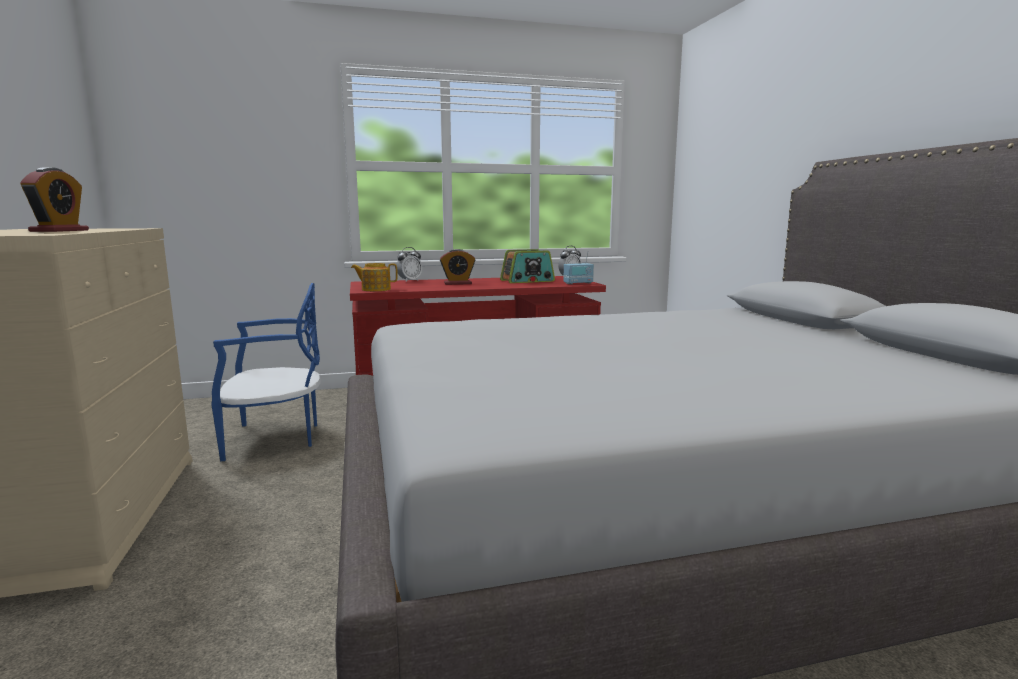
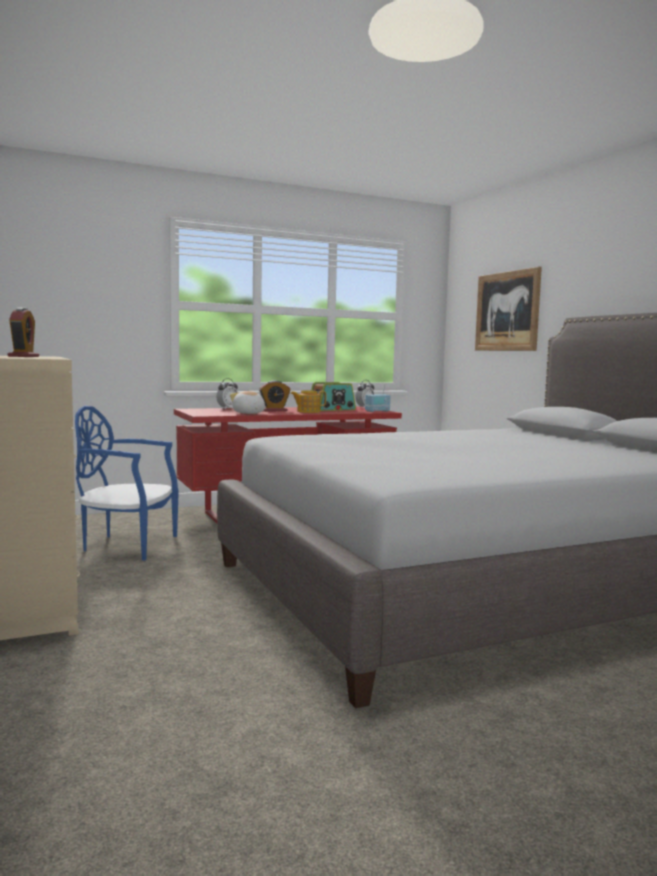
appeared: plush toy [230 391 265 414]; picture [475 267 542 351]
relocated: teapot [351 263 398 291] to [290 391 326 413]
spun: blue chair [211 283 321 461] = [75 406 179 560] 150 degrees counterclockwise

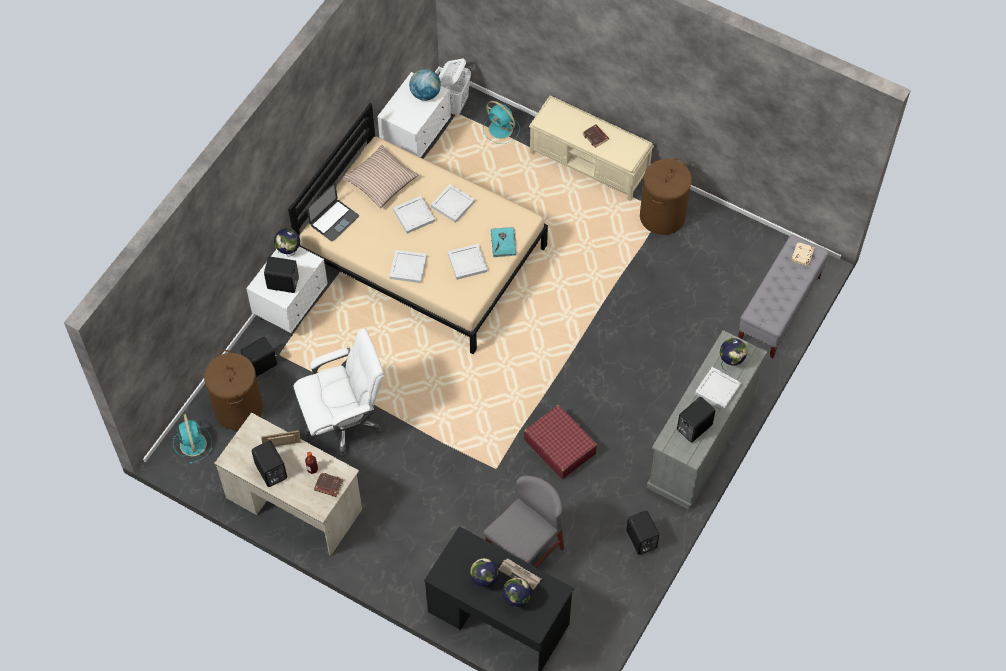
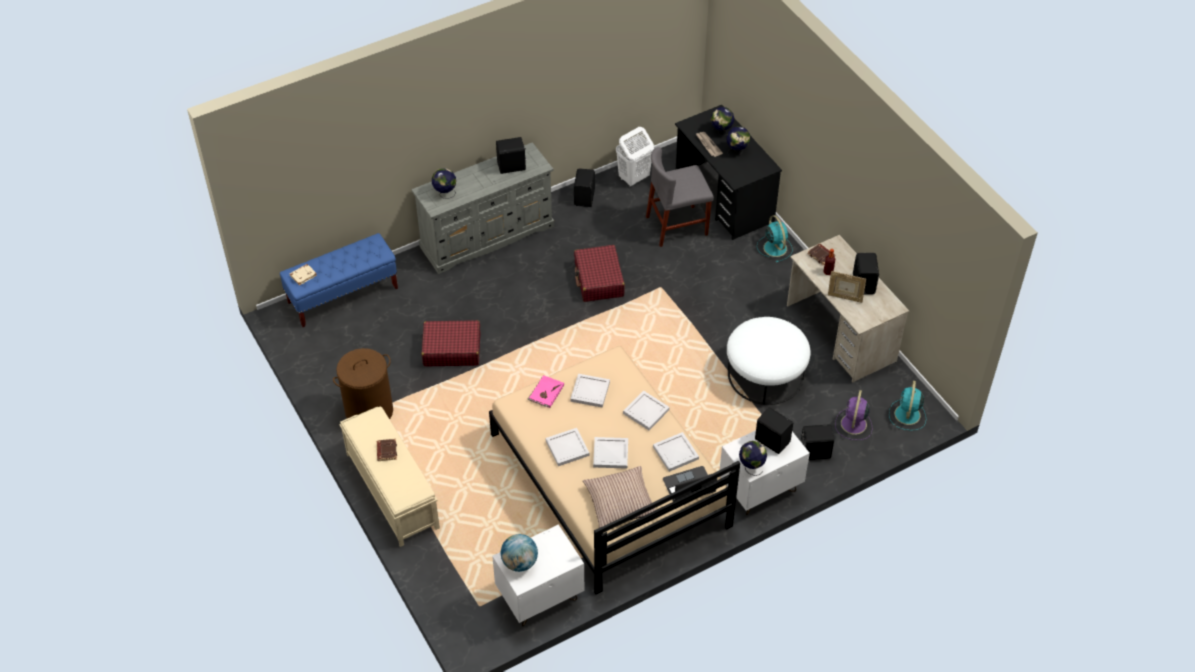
appeared: red suitcase [422 320 480 366]
relocated: white laundry basket [439 59 471 115] to [616 127 654 187]; turquoise fan [483 101 520 144] to [757 215 793 262]; white tray [695 367 741 410] to [653 432 699 472]
exchanged: brown laundry basket [204 350 263 430] to purple fan [835 390 872 440]; white office chair [294 328 384 457] to white ottoman [727 317 811 405]
colour: turquoise book [491 227 516 257] to pink book [528 375 564 408]; grey bench [738 235 829 358] to blue bench [280 233 398 327]

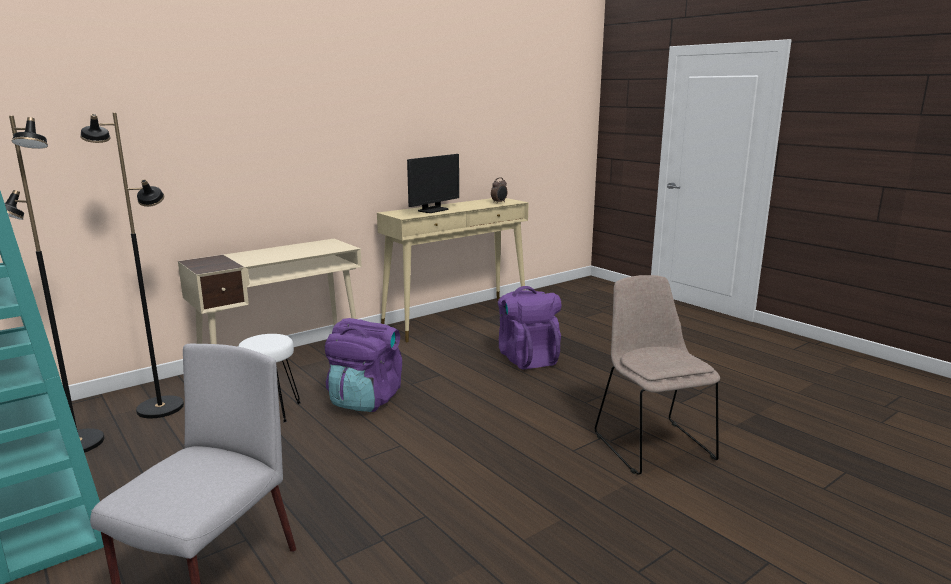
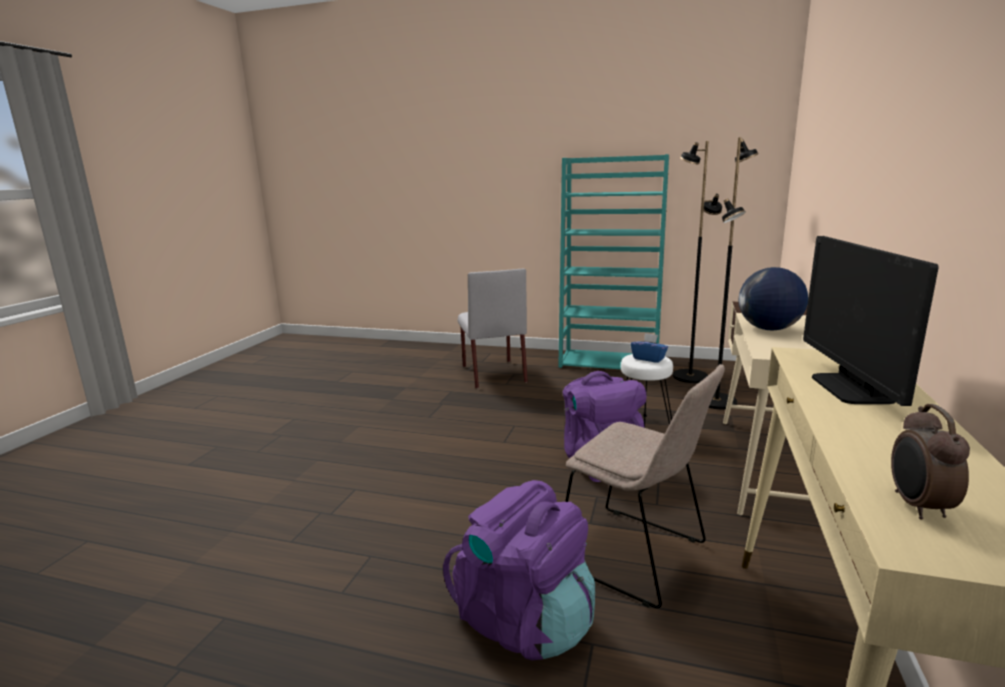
appeared: blue tissue box [631 333 668 363]; globe [739 267 808 330]
relocated: beige chair [595 275 720 475] to [565 364 725 608]

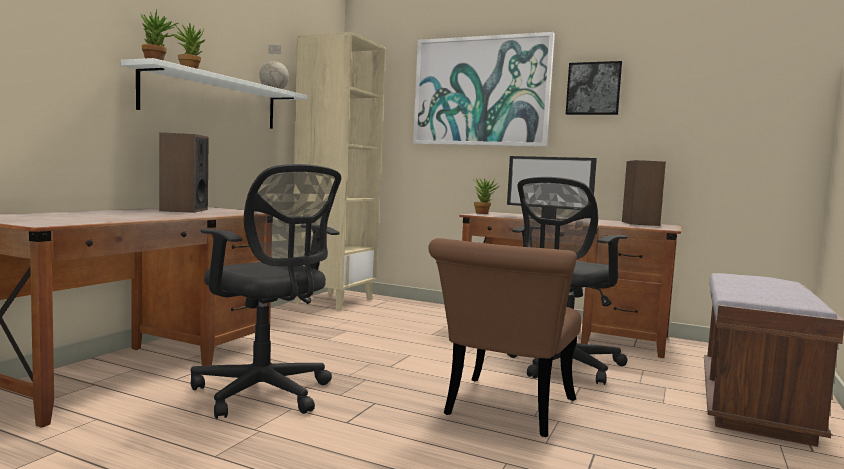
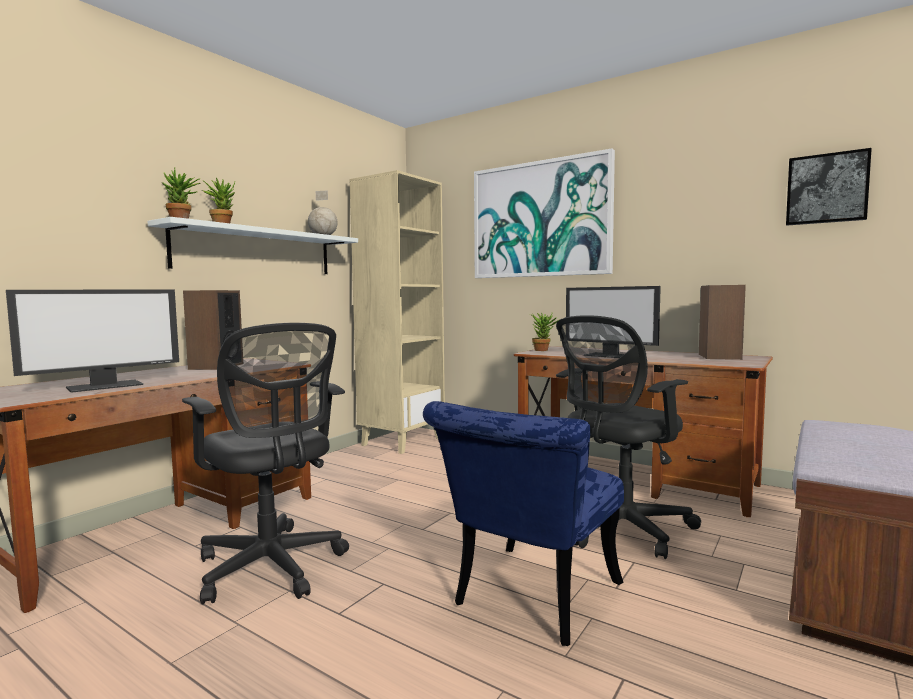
appeared: monitor [6 290 179 393]
relocated: picture [566 61 623 115] to [786 148 872 226]
colour: brown chair [428 238 581 437] to blue chair [423 401 624 646]

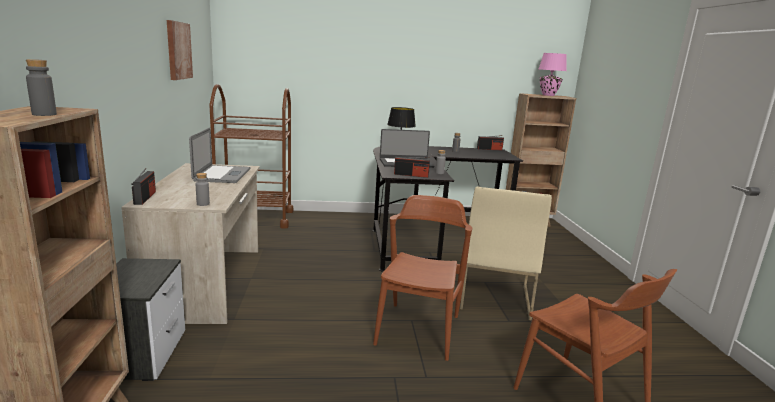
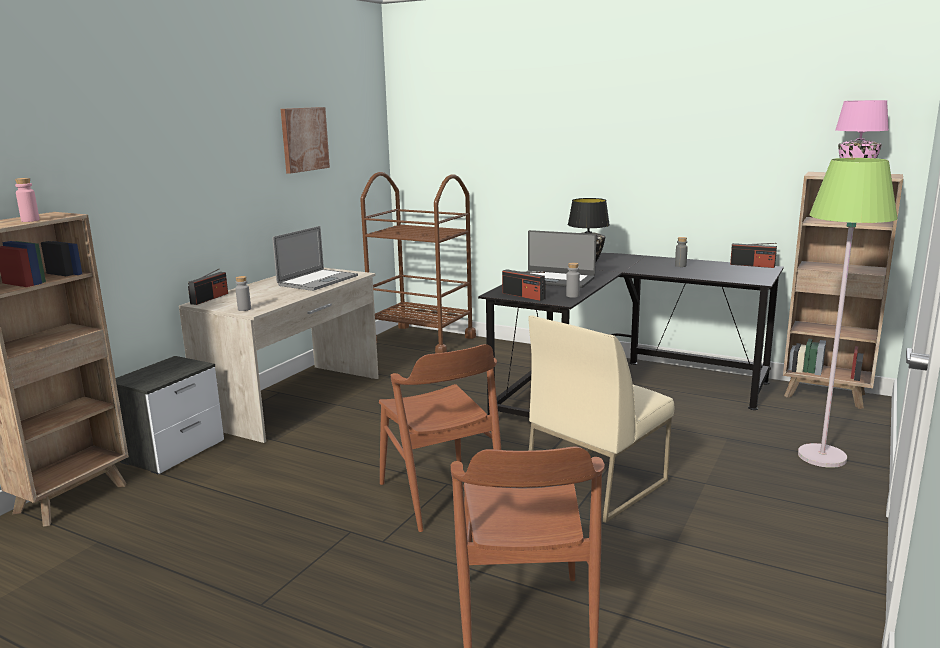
appeared: green floor lamp [798 158 898 468]
colour: grey bottle [26 59 57 116] to pink bottle [15 178 40 222]
spun: brown chair [373 195 472 361] = [379 344 501 532] 105 degrees clockwise

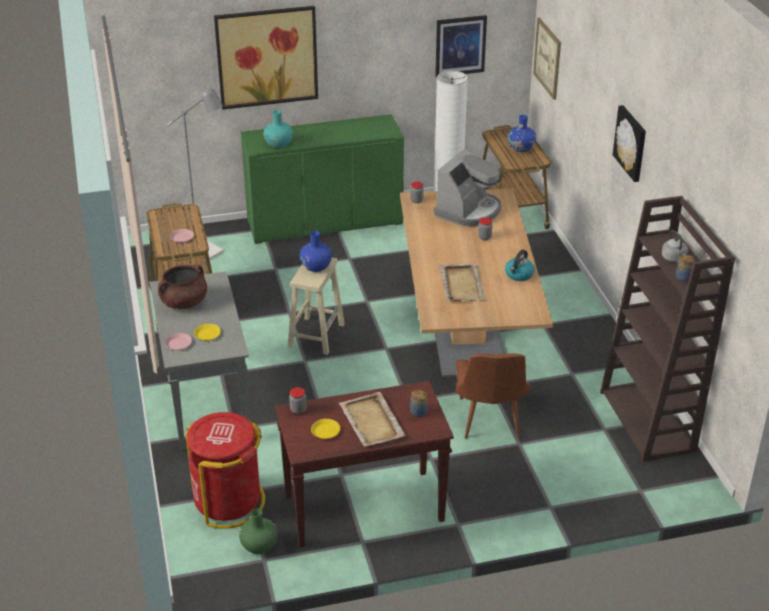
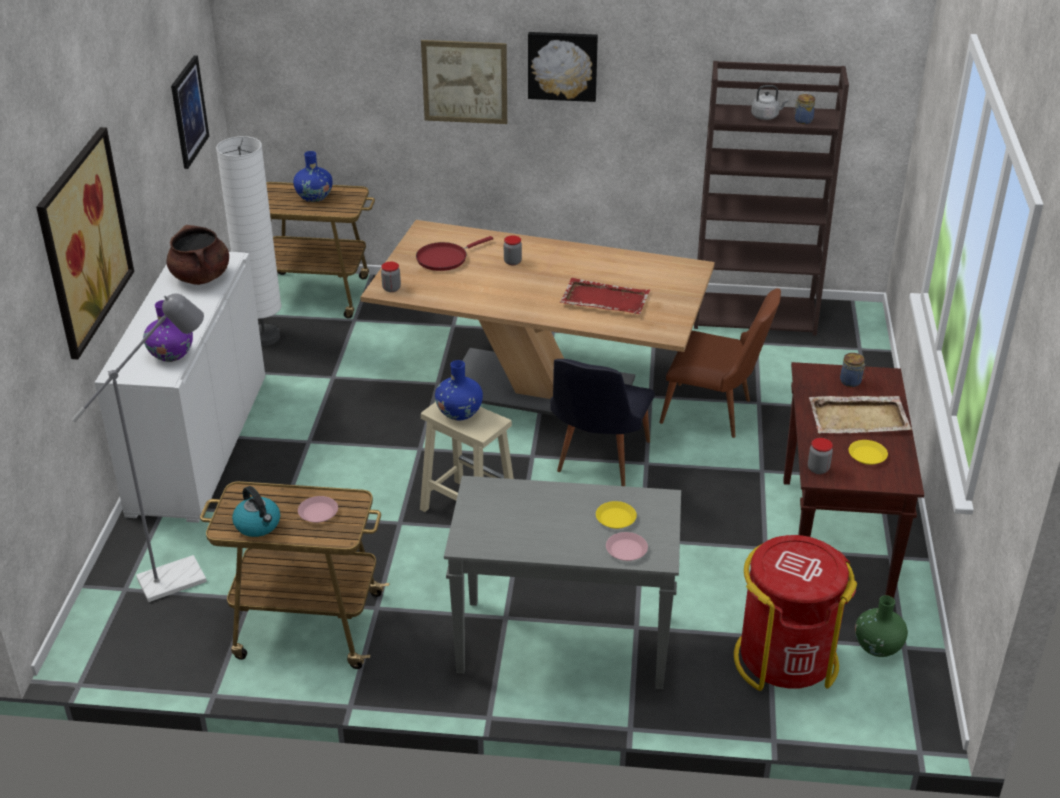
appeared: black chair [550 359 655 486]
relocated: brown cooking pot [158 264 207 309] to [167 225 229 285]; kettle [505 250 535 281] to [232 486 280 537]; picture [533 18 561 100] to [421 40 507 124]
exchanged: coffee machine [434 149 502 226] to red frying pan [416 236 493 271]
colour: green cabinet [241 114 404 244] to white cabinet [95 252 265 523]; turquoise vase [263 110 293 149] to purple vase [143 300 193 362]; beige tray [439 263 486 301] to red tray [560 278 650 314]

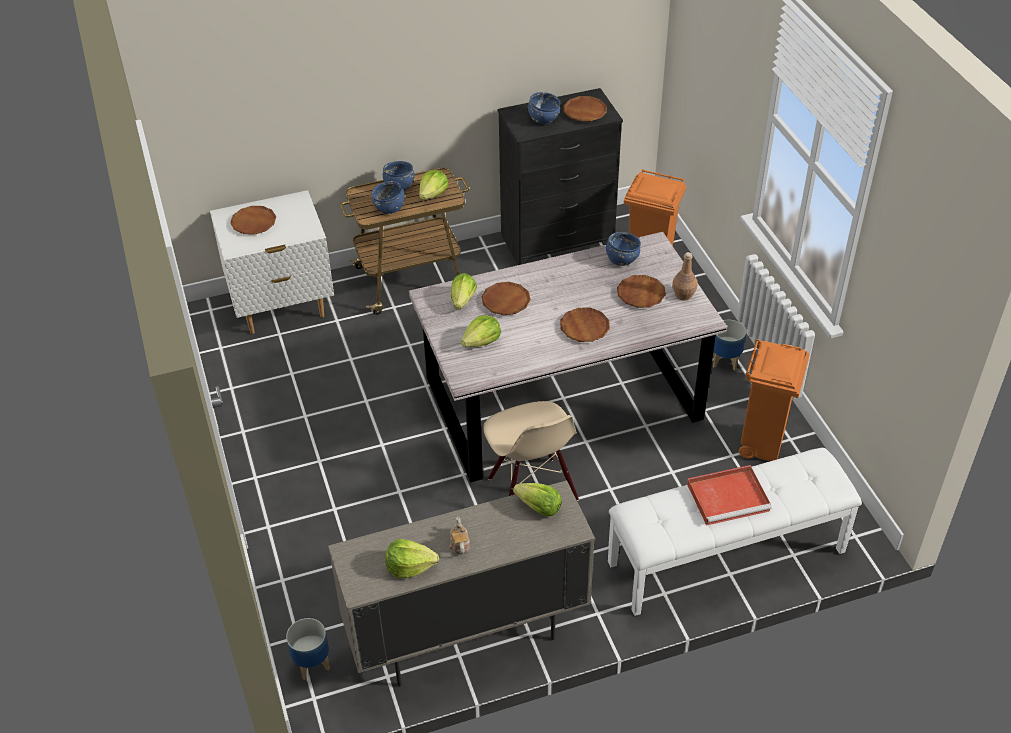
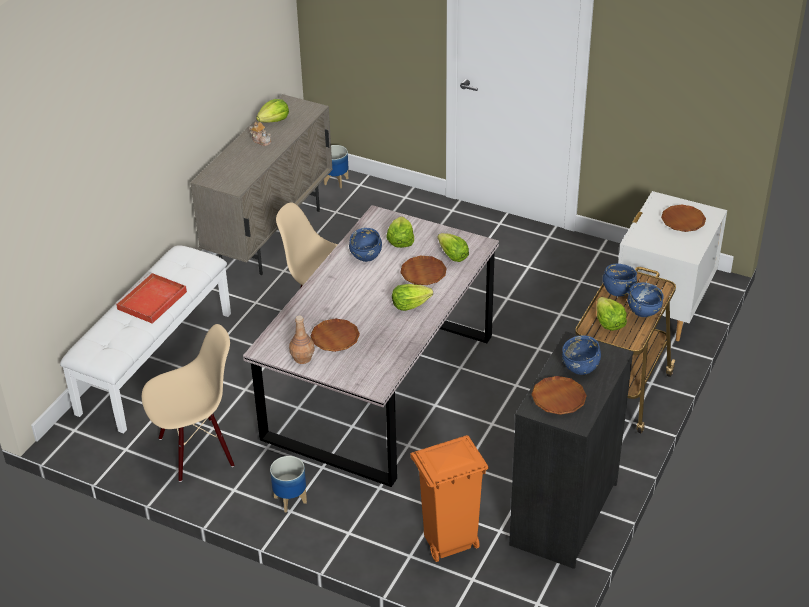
missing: brown plate [560 308 610 342]
relocated: lettuce [513 483 562 516] to [392 284 433 311]; blue bowl [606 232 641 266] to [349 228 382 262]
exchanged: orange trash can [739 339 810 461] to beige chair [142 324 234 482]

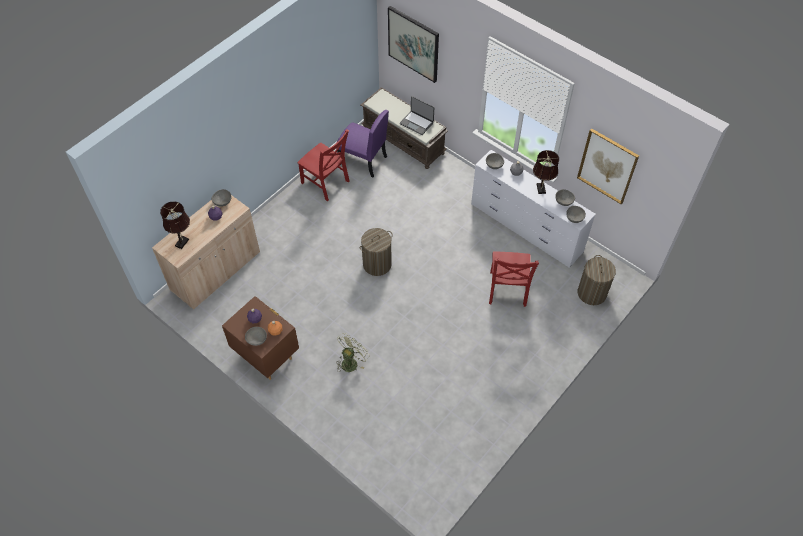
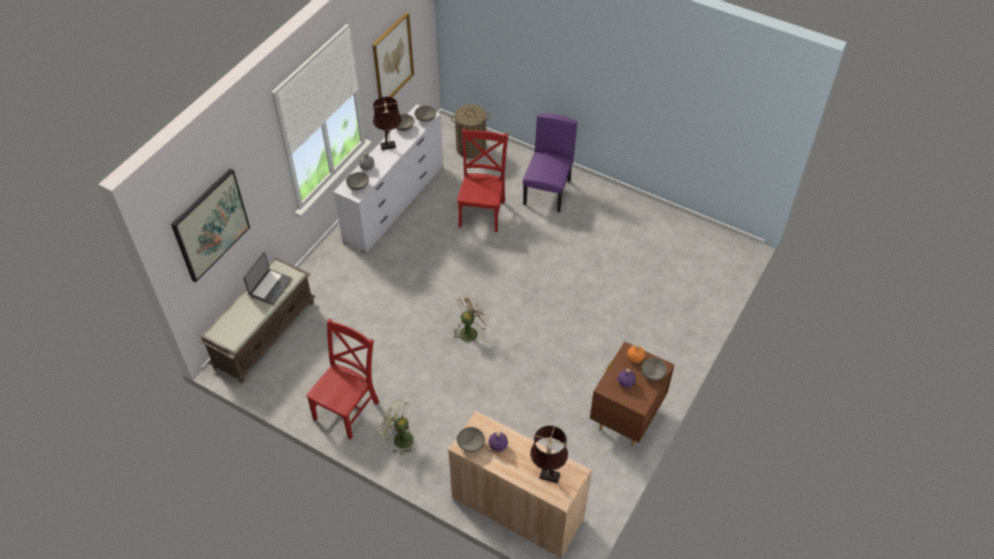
relocated: purple chair [336 110 389 177] to [523 114 577 212]; green fan [336 333 369 372] to [377 399 415 455]
exchanged: laundry basket [360 228 393 276] to beige fan [453 294 491 342]
spun: red chair [489 252 539 307] = [457 128 508 232] 75 degrees counterclockwise

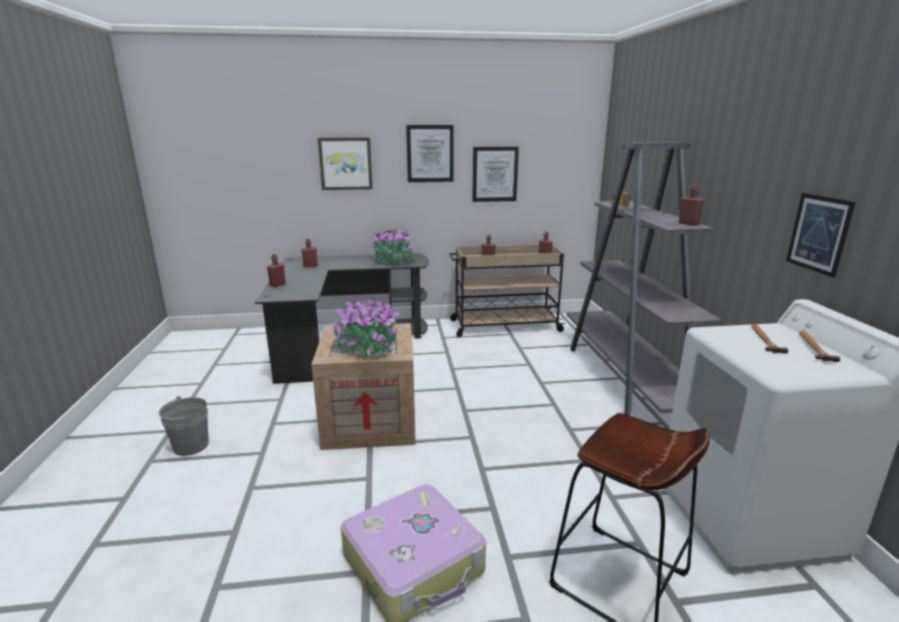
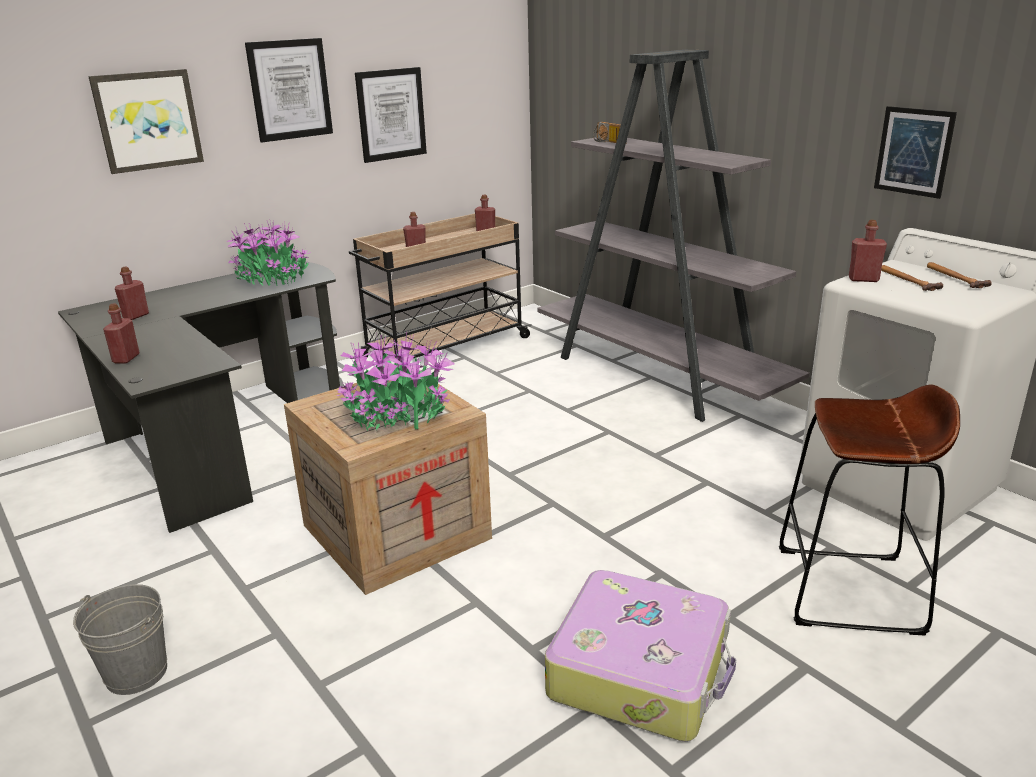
relocated: red bottle [678 184 704 226] to [849 220 887 282]

